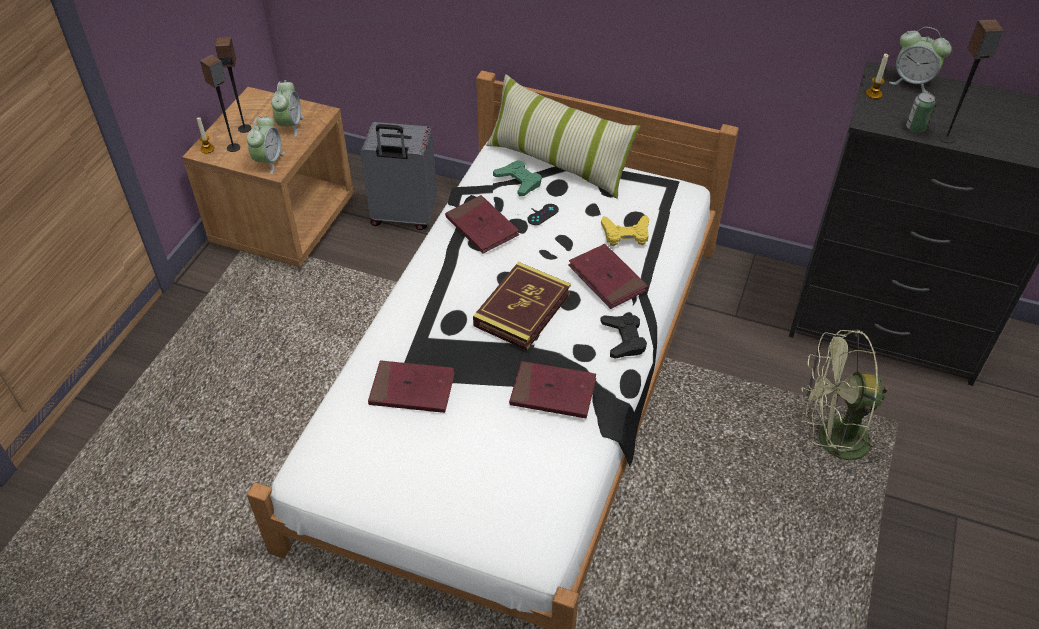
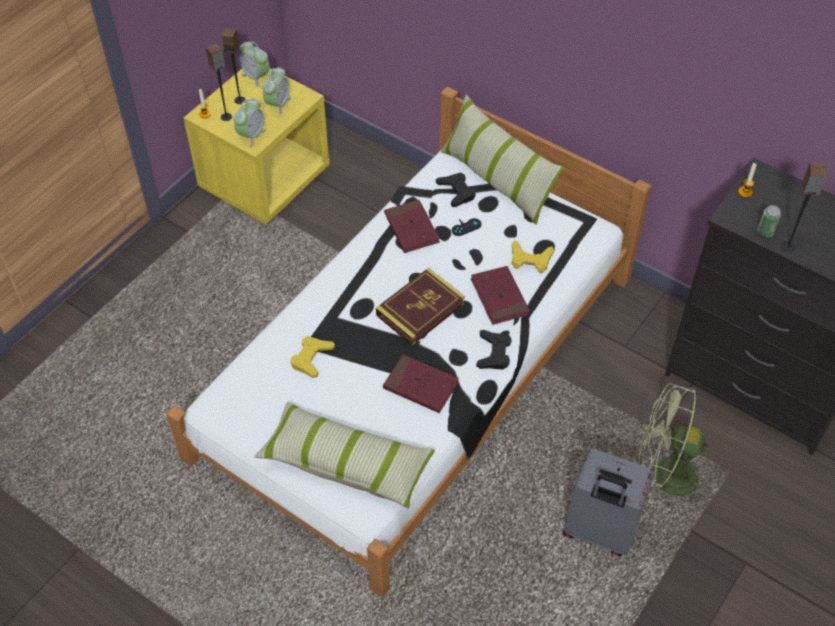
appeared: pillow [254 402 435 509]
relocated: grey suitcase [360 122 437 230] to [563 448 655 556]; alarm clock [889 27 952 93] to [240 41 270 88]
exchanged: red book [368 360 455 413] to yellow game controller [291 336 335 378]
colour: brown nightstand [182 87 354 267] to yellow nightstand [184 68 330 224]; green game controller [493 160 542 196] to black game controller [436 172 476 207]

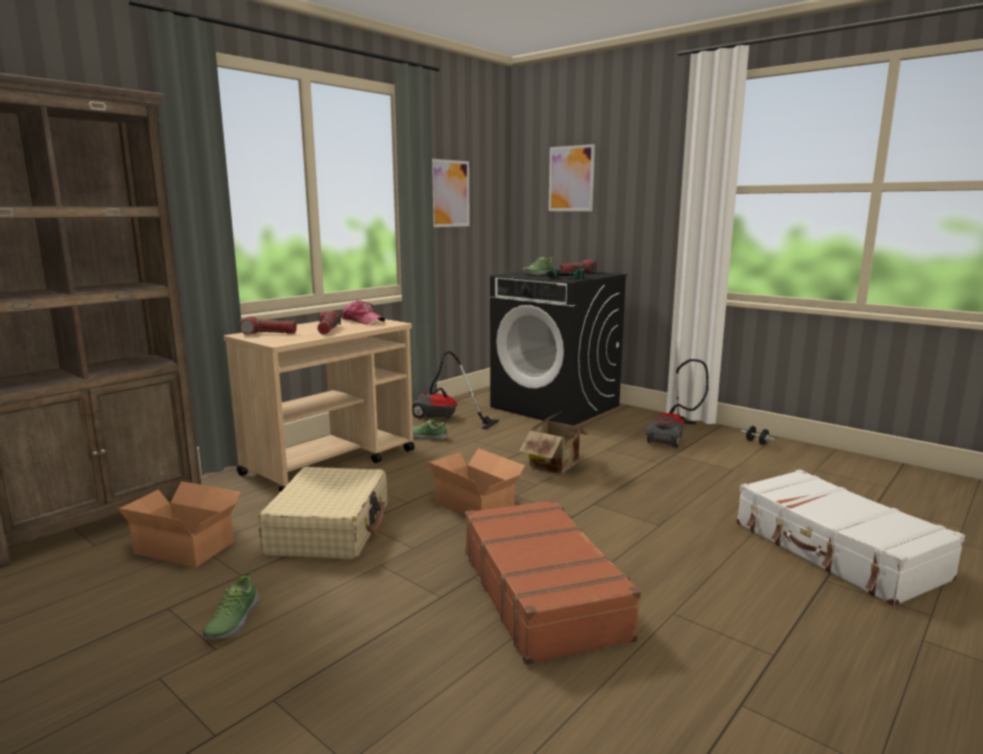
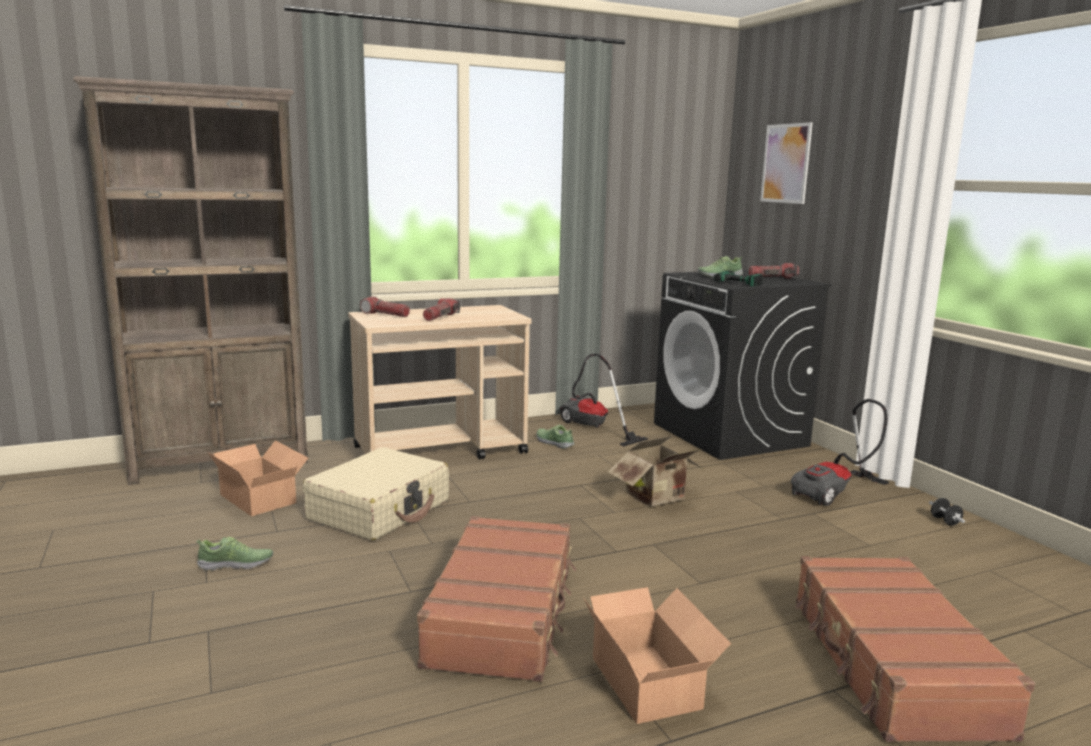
missing: cap [342 300 385 324]; picture [432 159 470 227]
relocated: cardboard box [427 448 525 517] to [584 587 731 724]
colour: white suitcase [737 469 965 606] to brown suitcase [795 556 1035 742]
spun: shoe [203 572 259 639] = [197 537 273 571] 135 degrees counterclockwise

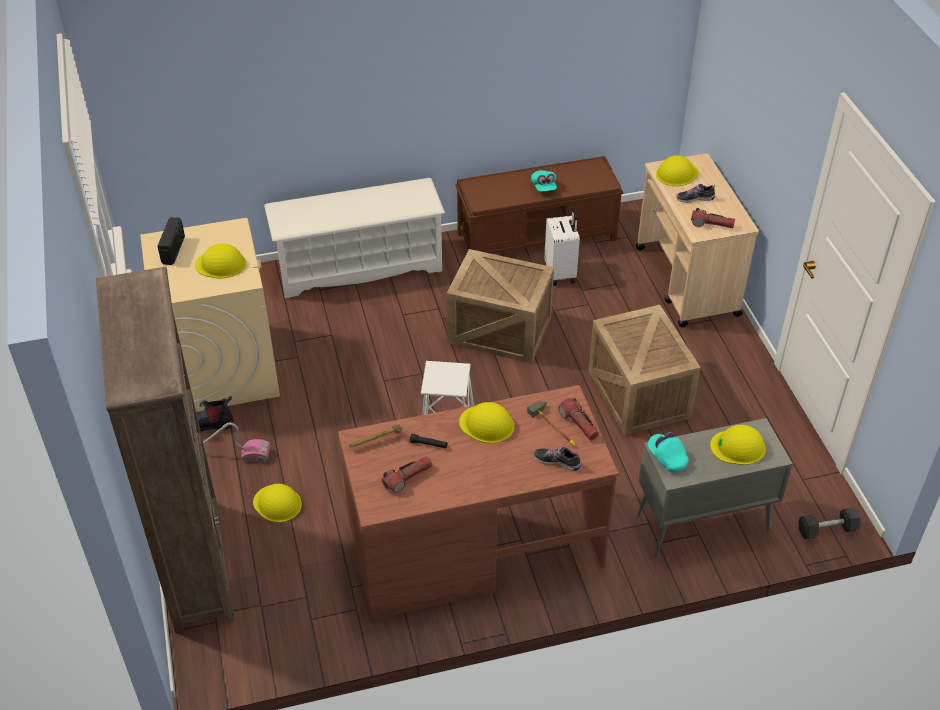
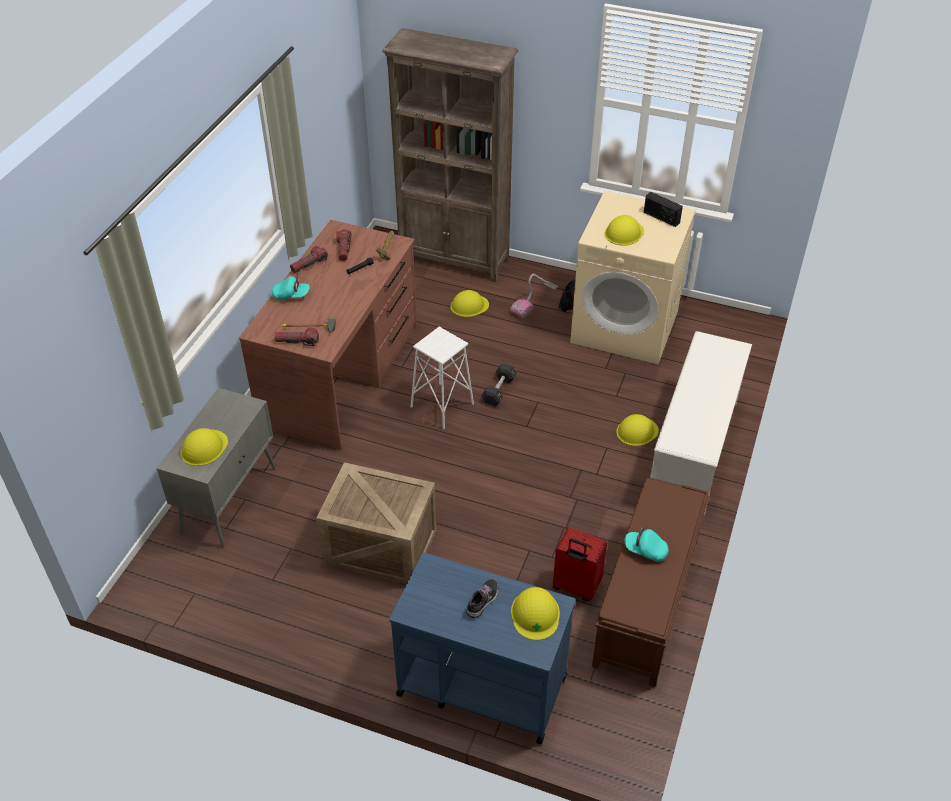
missing: crate [447 249 554 363]; shoe [533 447 581 471]
relocated: yellow hard hat [459 402 514 443] to [616 414 659 446]; turquoise cap [648 432 689 473] to [272 275 310 300]; flashlight [691 208 735 228] to [290 246 328 273]; black dumbbell [799 507 861 539] to [481 363 517 407]
colour: white suitcase [544 209 580 286] to red suitcase [553 527 607 601]; beige cart [636 153 759 328] to blue cart [389 552 576 744]

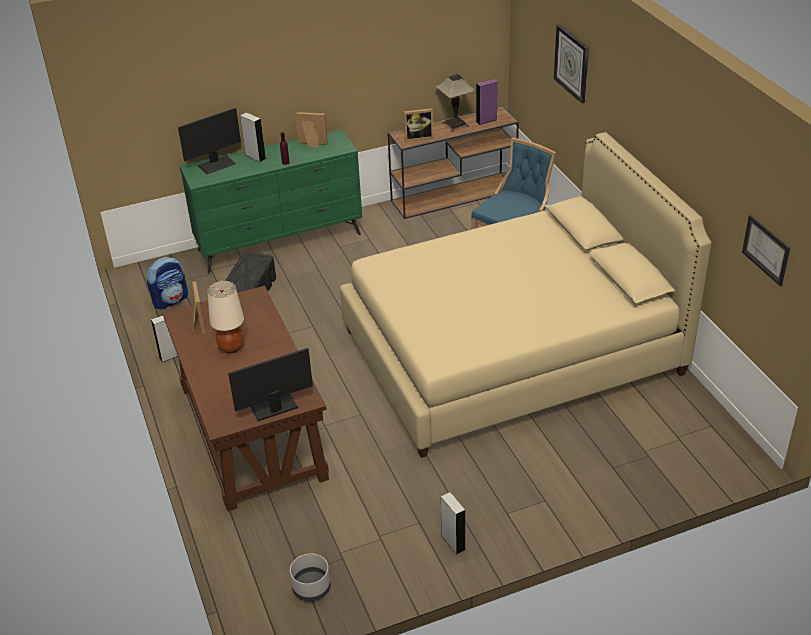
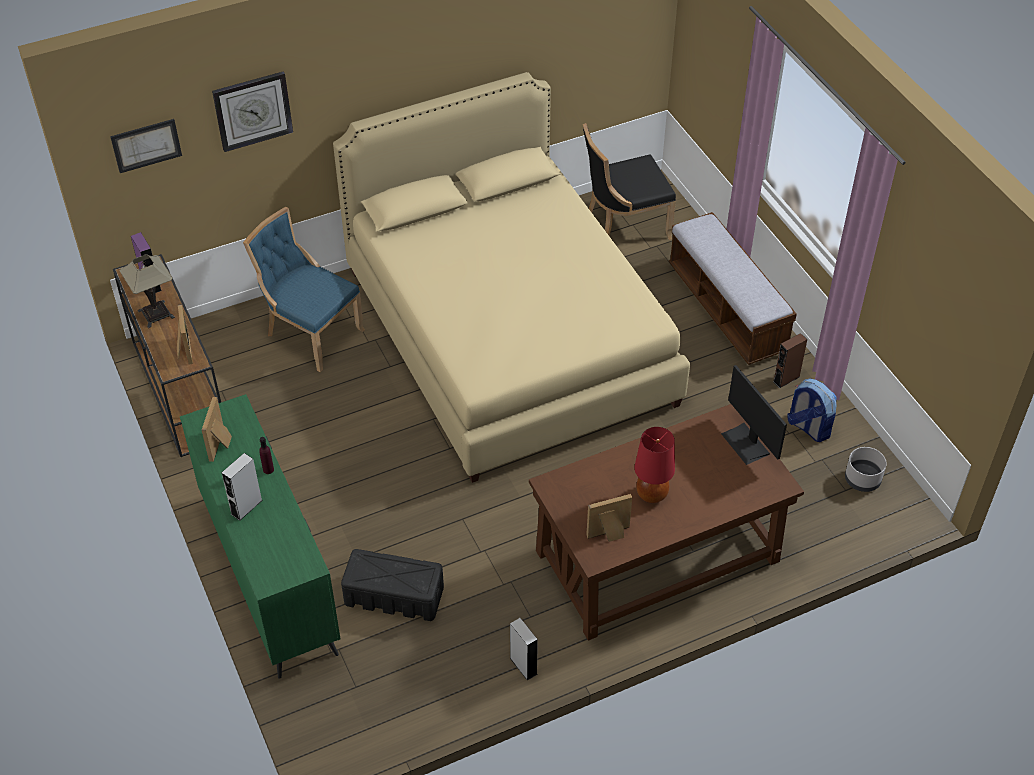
missing: monitor [178 108 241 174]
appeared: black chair [583 123 676 240]; bench [669 212 797 365]
relocated: backpack [146 257 188 309] to [787 378 837 442]; picture [742 215 790 286] to [110 119 182 173]
colour: beige table lamp [207 281 244 353] to red table lamp [634 427 675 503]; grey speaker [441 492 466 555] to brown speaker [773 333 807 388]

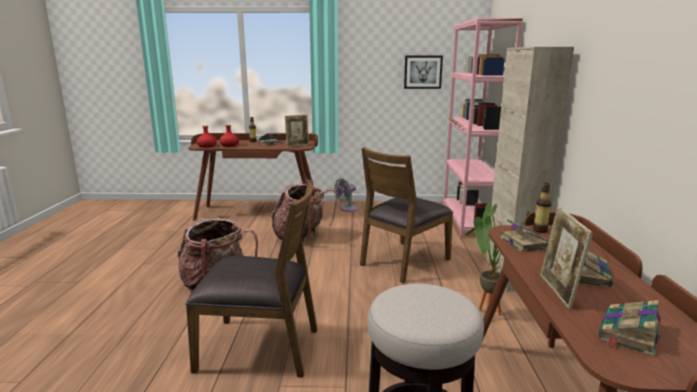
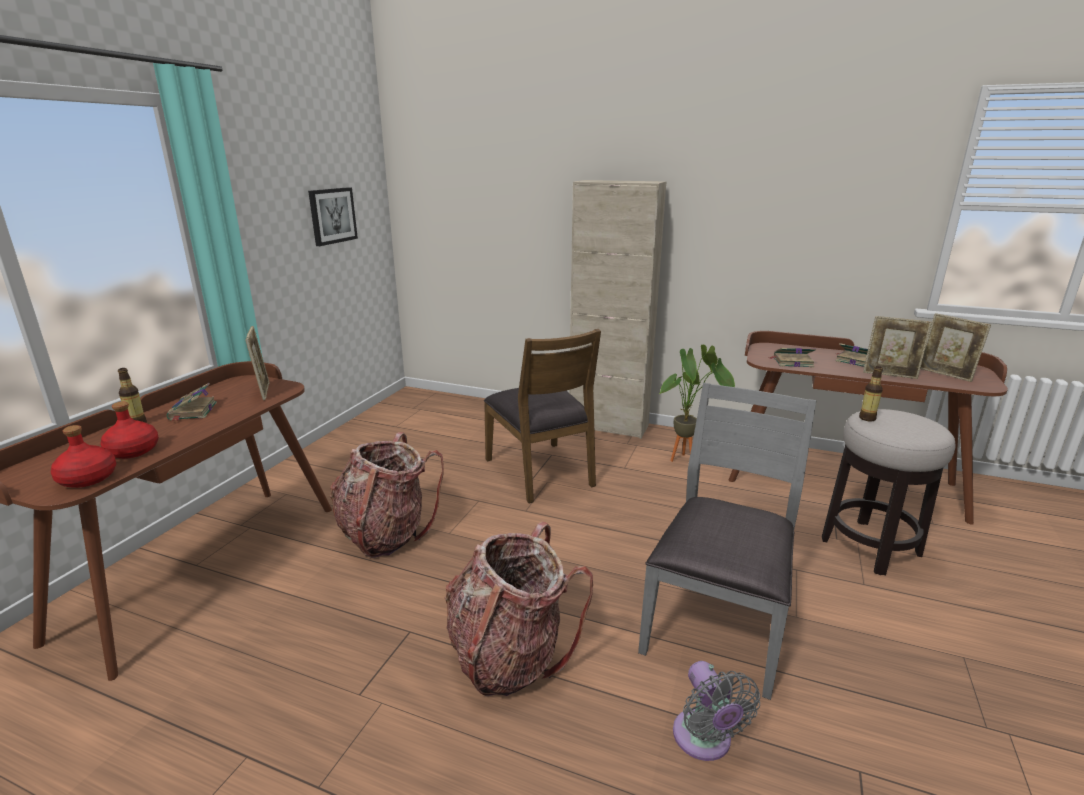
missing: pink bookcase [443 18 523 237]
relocated: grey fan [334 178 358 212] to [673 661 760 761]; bottle [533 183 551 233] to [859 366 883 421]
exchanged: book [599 300 661 356] to picture frame [920 313 991 382]
colour: brown chair [186 180 317 378] to grey chair [638 383 816 700]

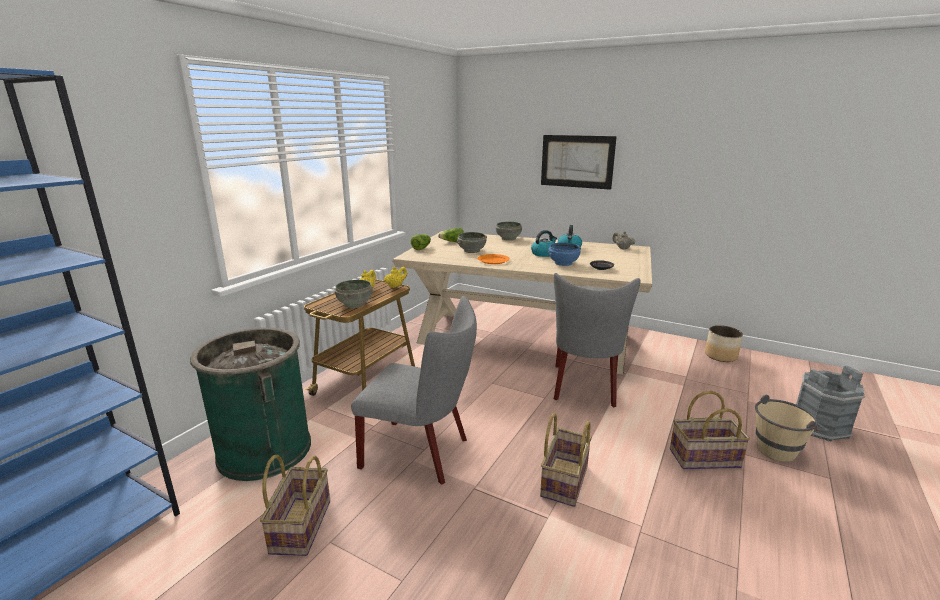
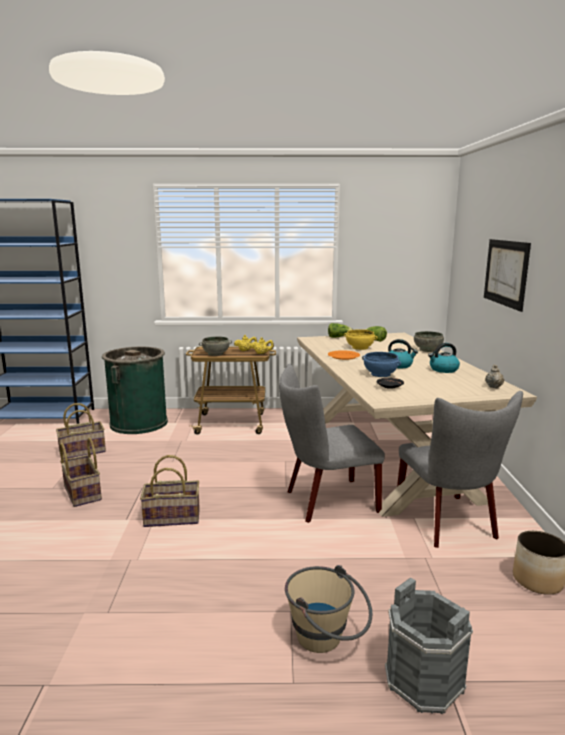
relocated: grey chair [351 296 477 485] to [397 391 523 548]; basket [670 391 750 469] to [60 437 102 507]
colour: grey bowl [457 232 487 253] to yellow bowl [344 329 378 350]

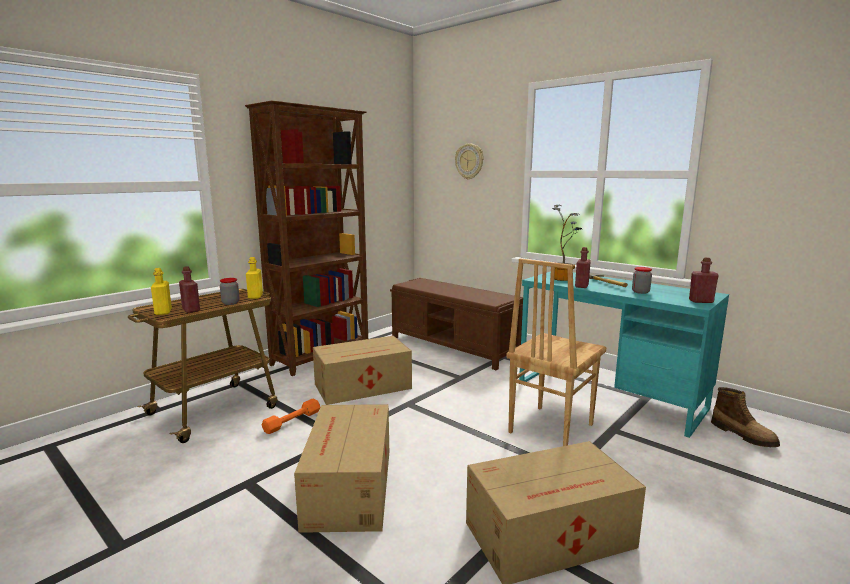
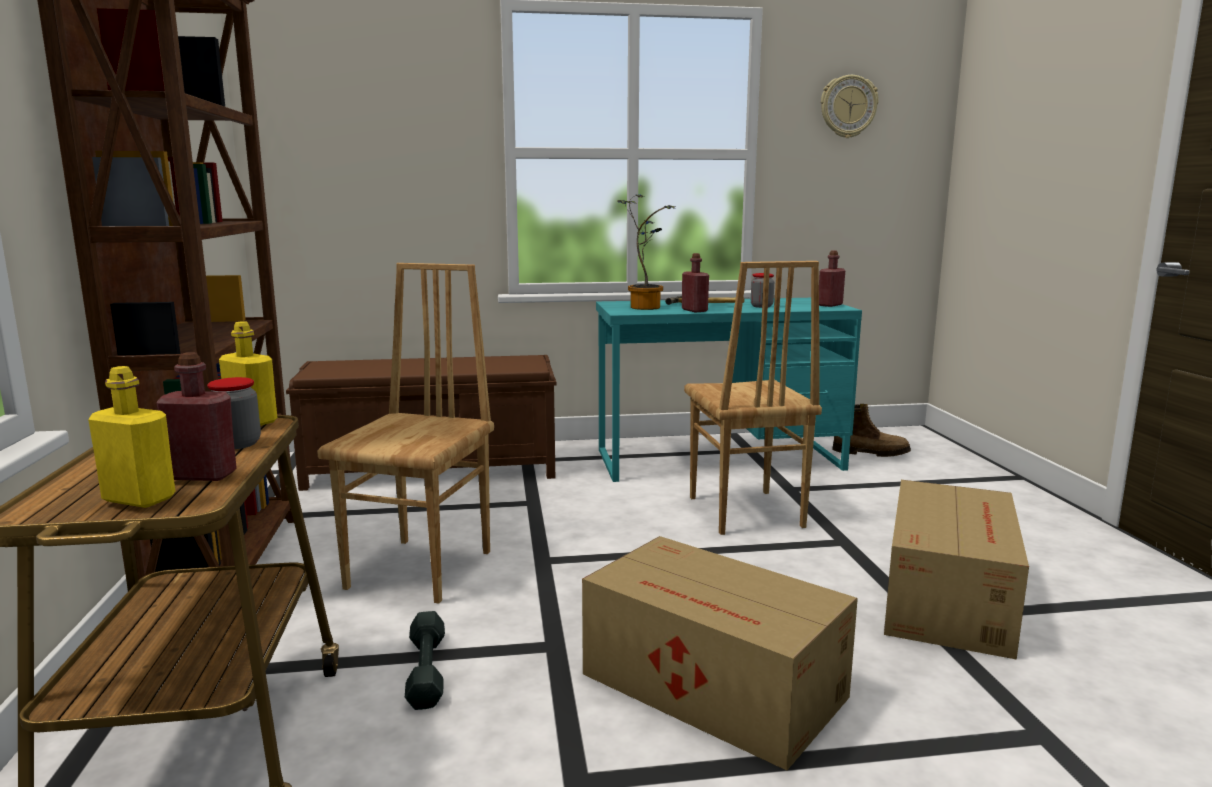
relocated: wall clock [455 144 484 180] to [821 75 879 138]
exchanged: cardboard box [313 336 412 405] to brown chair [317 263 494 604]
colour: orange dumbbell [262 399 320 434] to grey dumbbell [405 611 445 710]

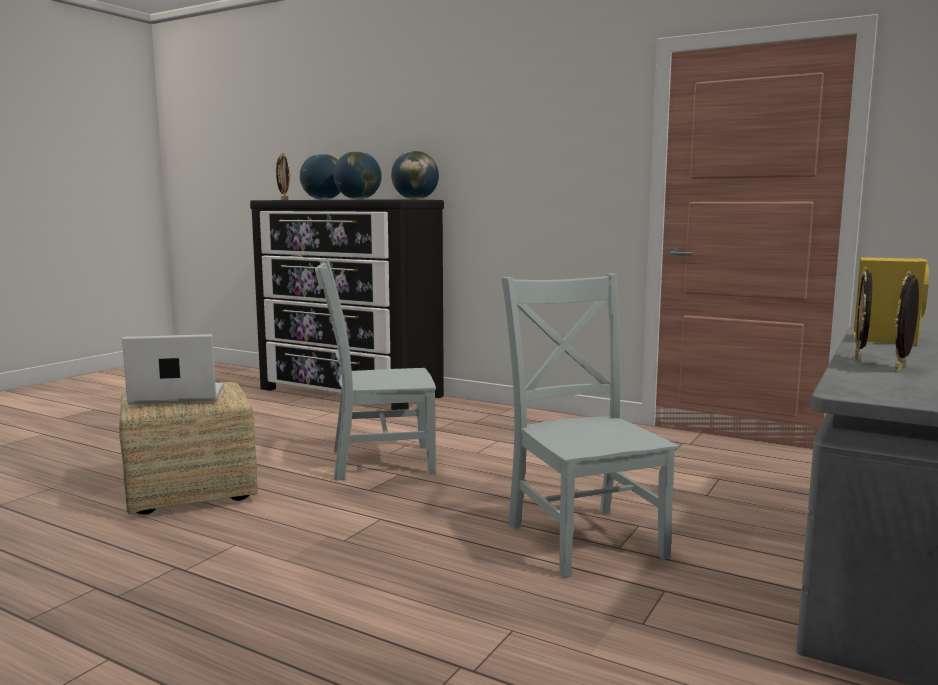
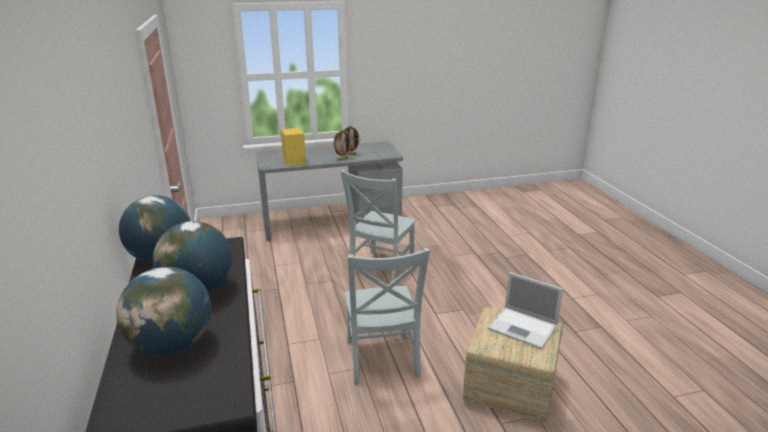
missing: picture frame [276 153 290 200]
spun: grey chair [315 260 436 481] = [344 248 430 385] 45 degrees clockwise

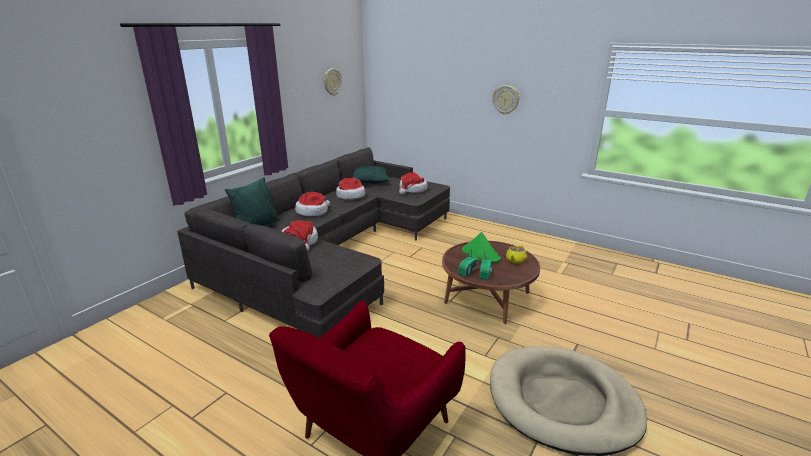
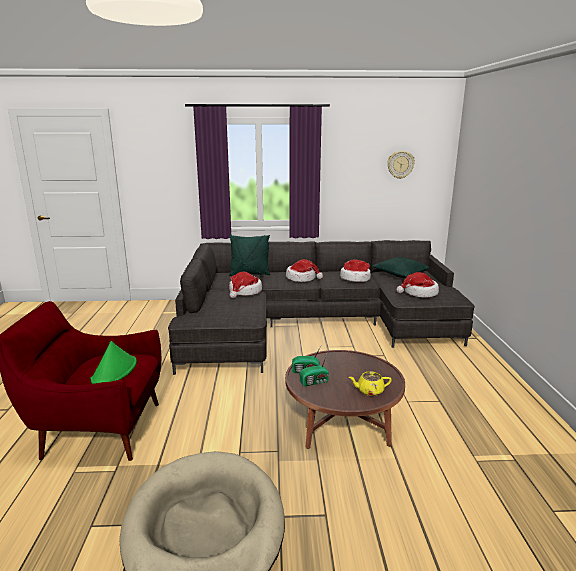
missing: wall clock [492 85 520 115]
relocated: green hat [462 232 501 263] to [91 341 137 384]

